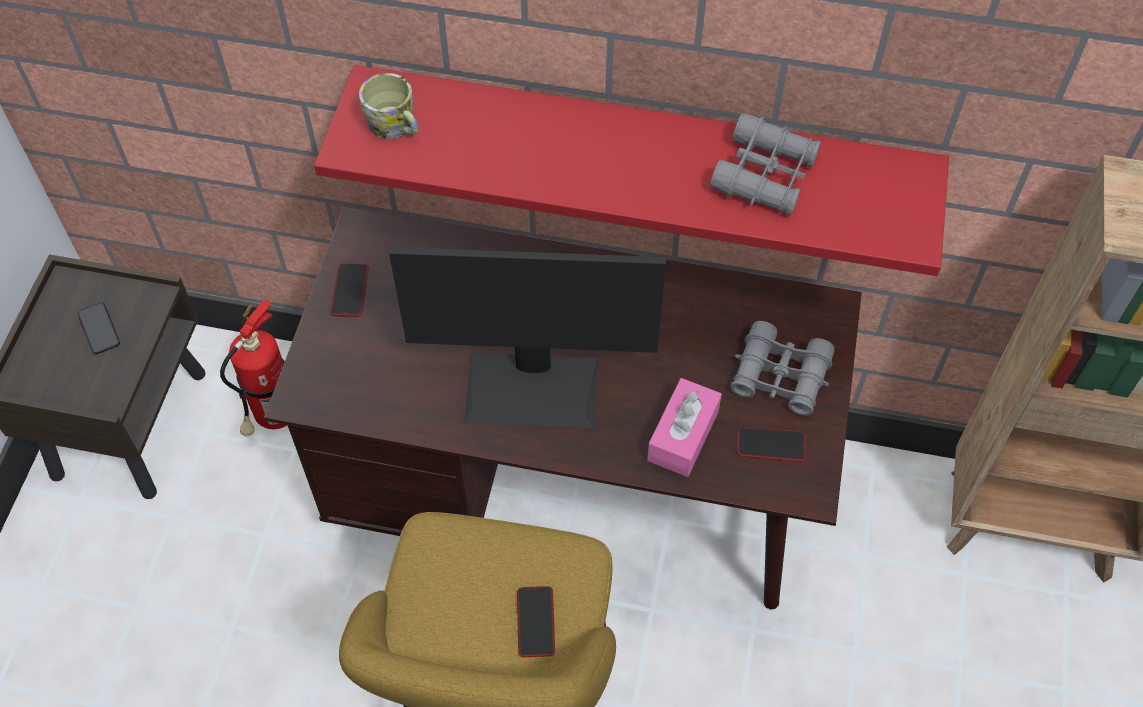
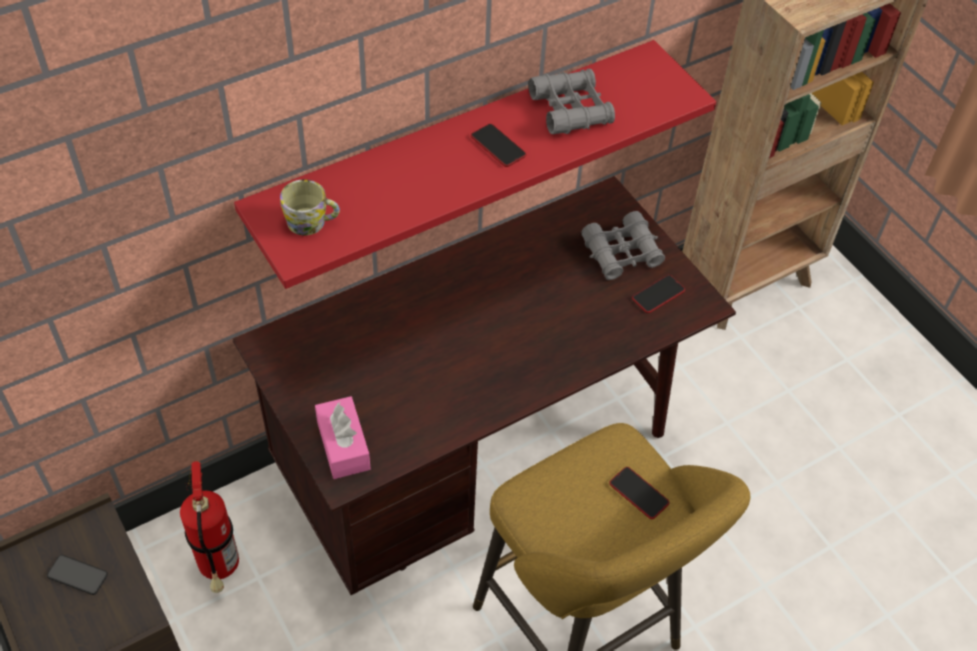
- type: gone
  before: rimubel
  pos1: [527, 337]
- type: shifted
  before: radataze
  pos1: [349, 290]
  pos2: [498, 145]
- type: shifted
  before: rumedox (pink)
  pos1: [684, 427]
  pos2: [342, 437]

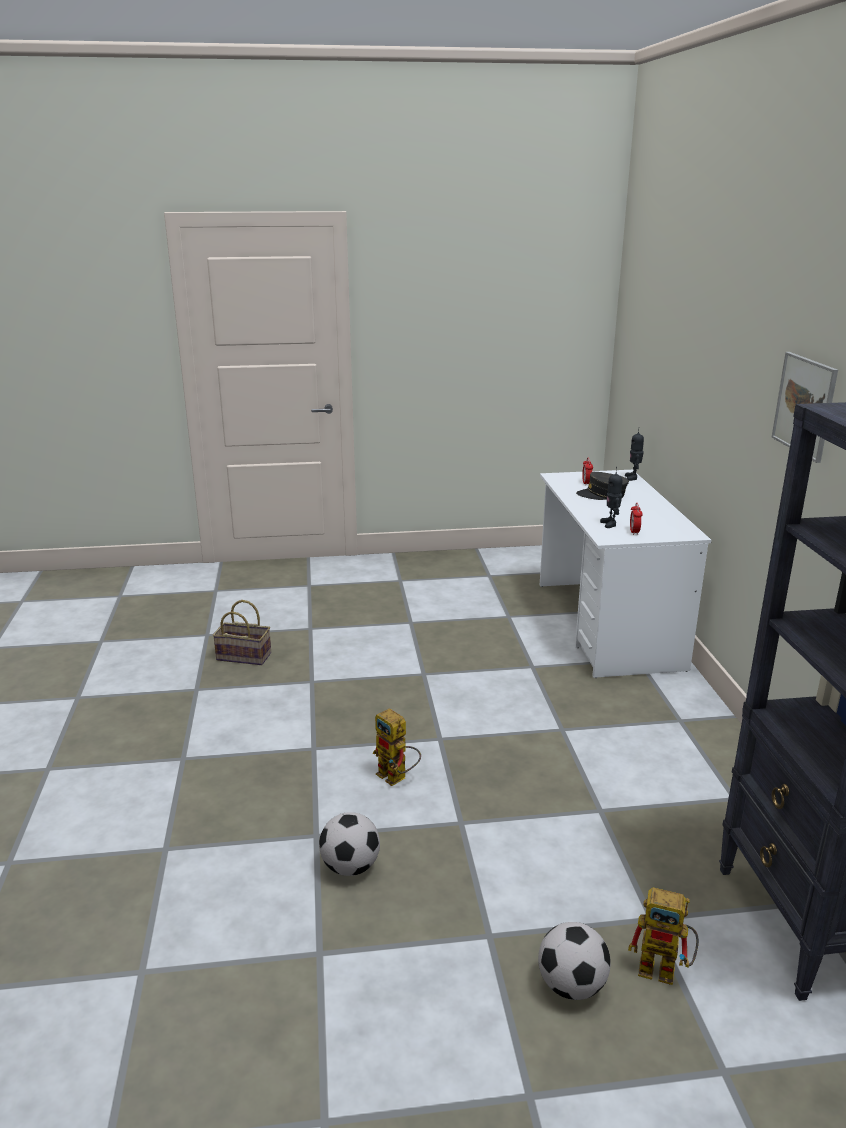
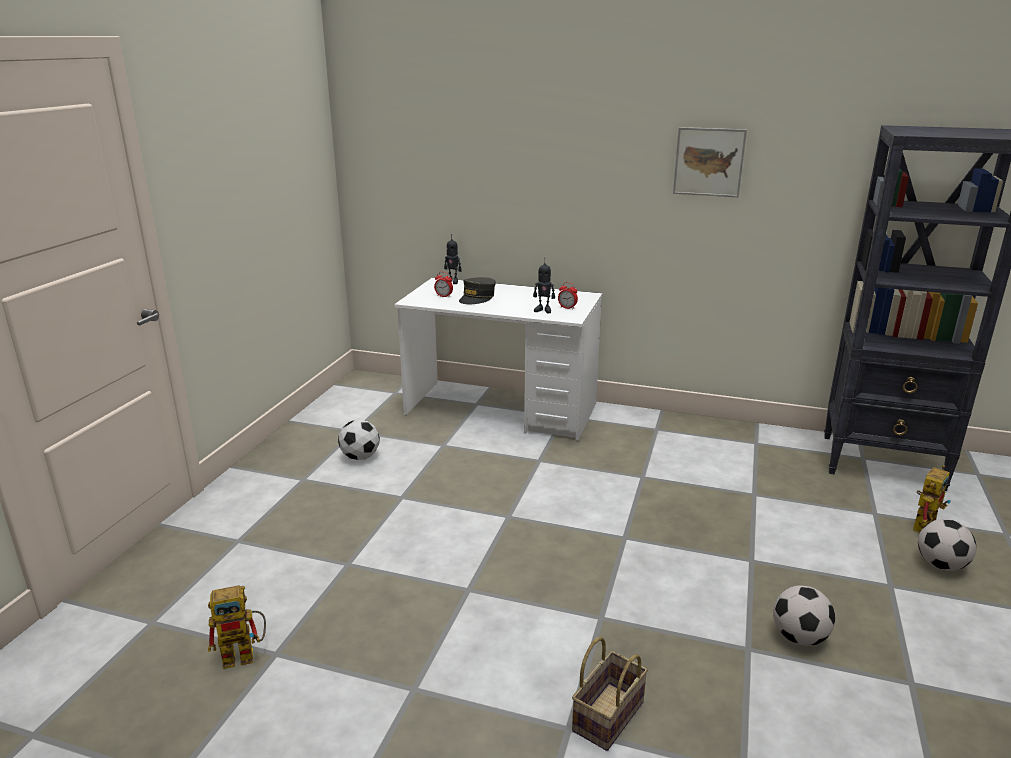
- type: new
  after: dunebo
  pos2: [359, 440]
- type: shifted
  before: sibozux
  pos1: [242, 632]
  pos2: [610, 694]
- type: shifted
  before: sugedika
  pos1: [397, 747]
  pos2: [237, 627]

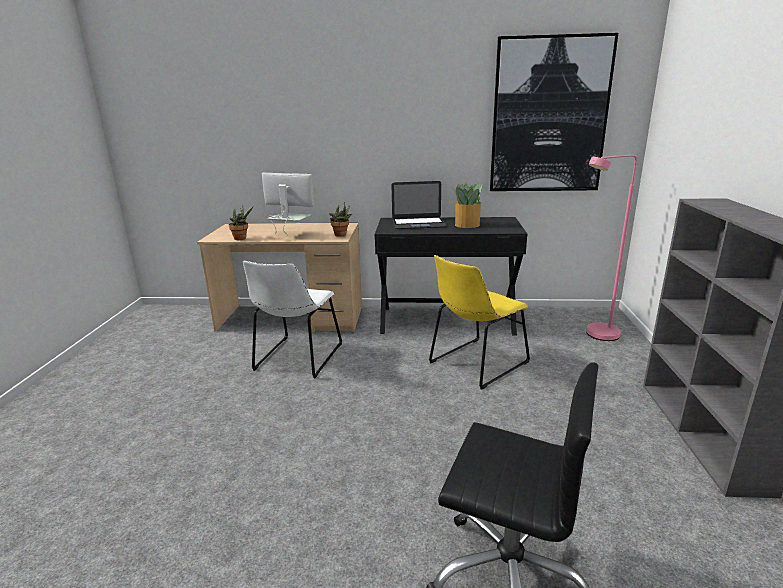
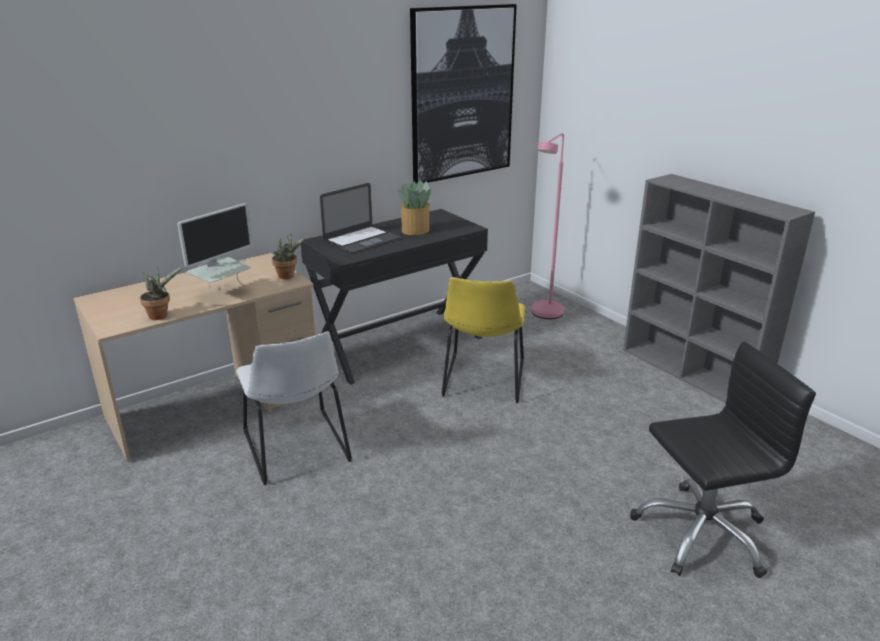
- type: rotated
  before: rimubel
  pos1: [288, 205]
  pos2: [214, 246]
  turn: 150

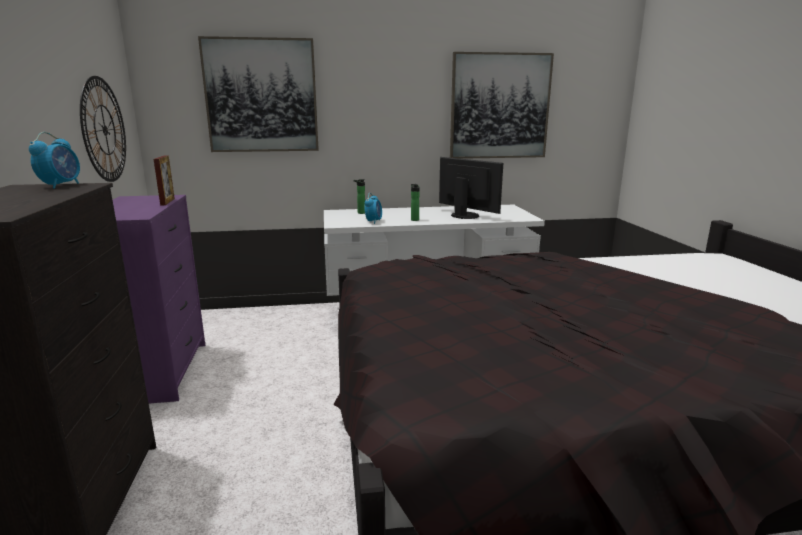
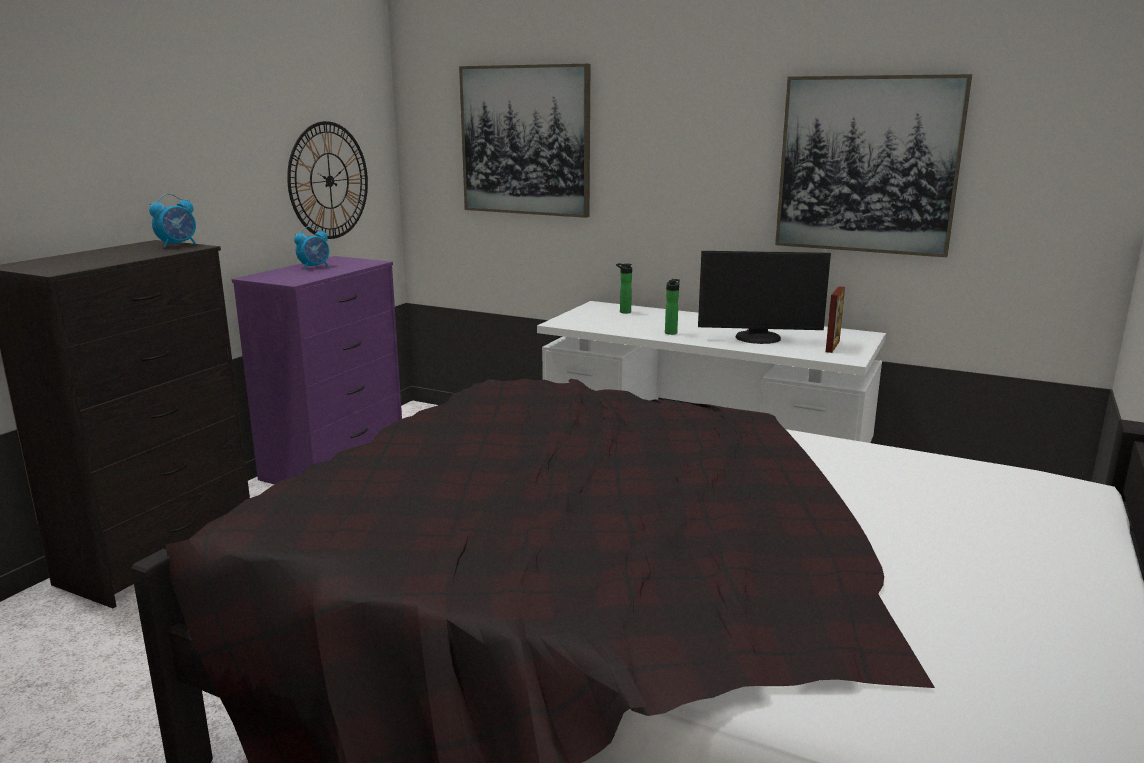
- type: shifted
  before: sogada
  pos1: [164, 180]
  pos2: [835, 319]
- type: shifted
  before: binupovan
  pos1: [373, 208]
  pos2: [311, 247]
- type: rotated
  before: rimubel
  pos1: [471, 188]
  pos2: [764, 297]
  turn: 105

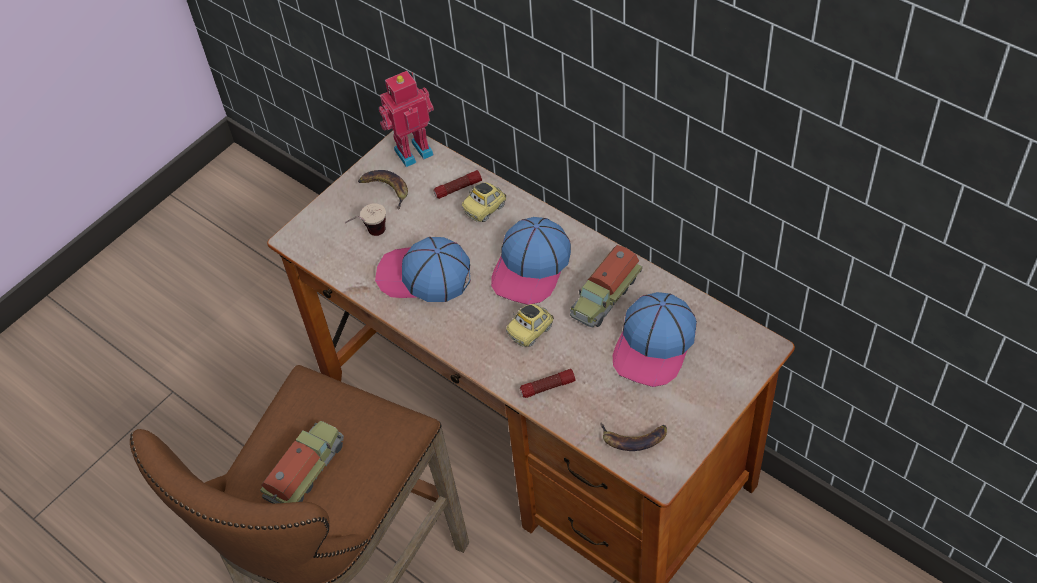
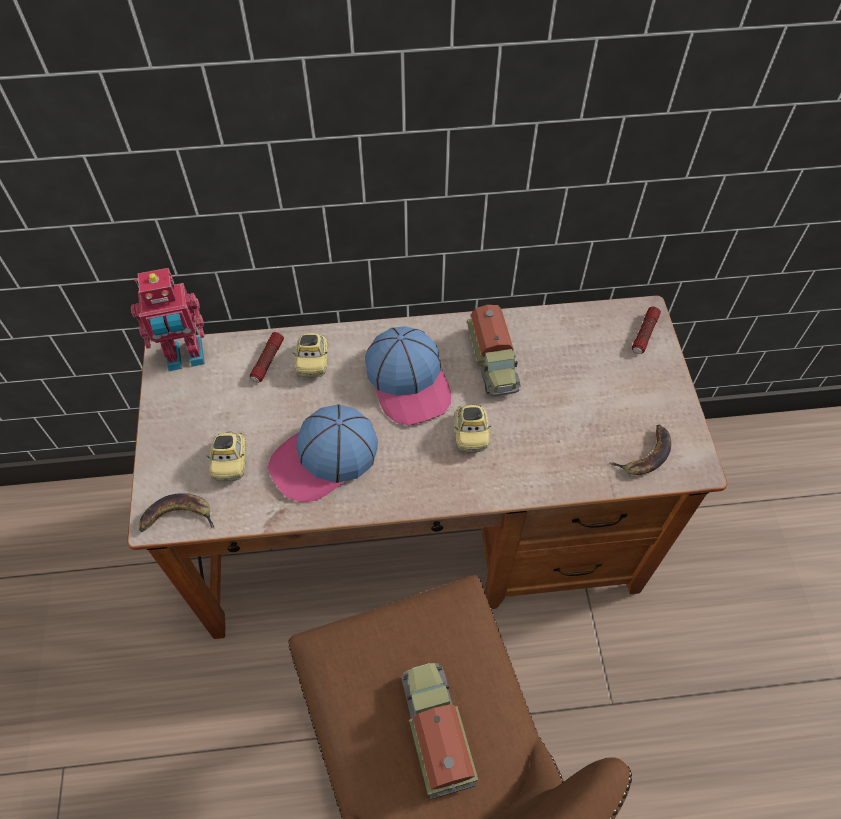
- type: gone
  before: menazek
  pos1: [655, 339]
- type: shifted
  before: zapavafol
  pos1: [383, 190]
  pos2: [176, 512]
- type: shifted
  before: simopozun
  pos1: [548, 383]
  pos2: [646, 330]
- type: swapped
  before: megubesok
  after: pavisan
  pos1: [365, 219]
  pos2: [226, 456]
- type: rotated
  before: sugedika
  pos1: [406, 119]
  pos2: [168, 319]
  turn: -120

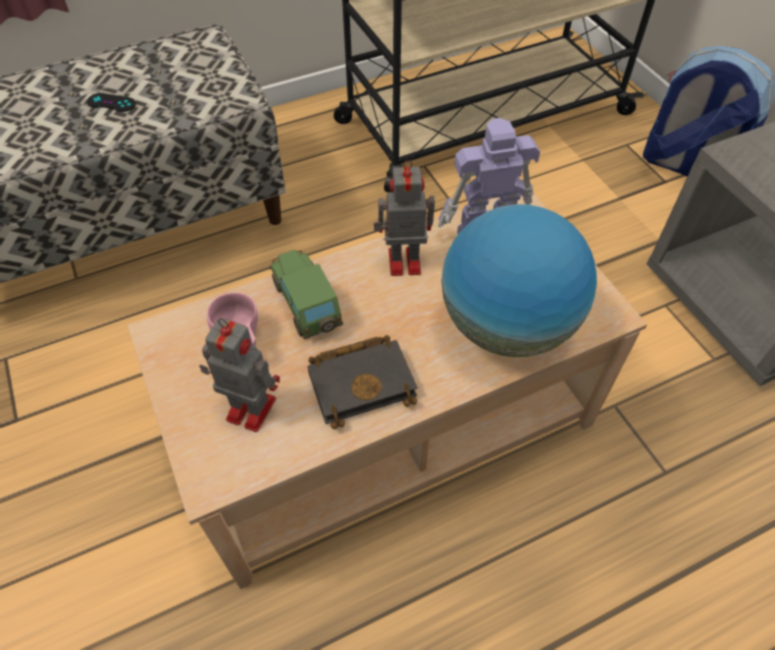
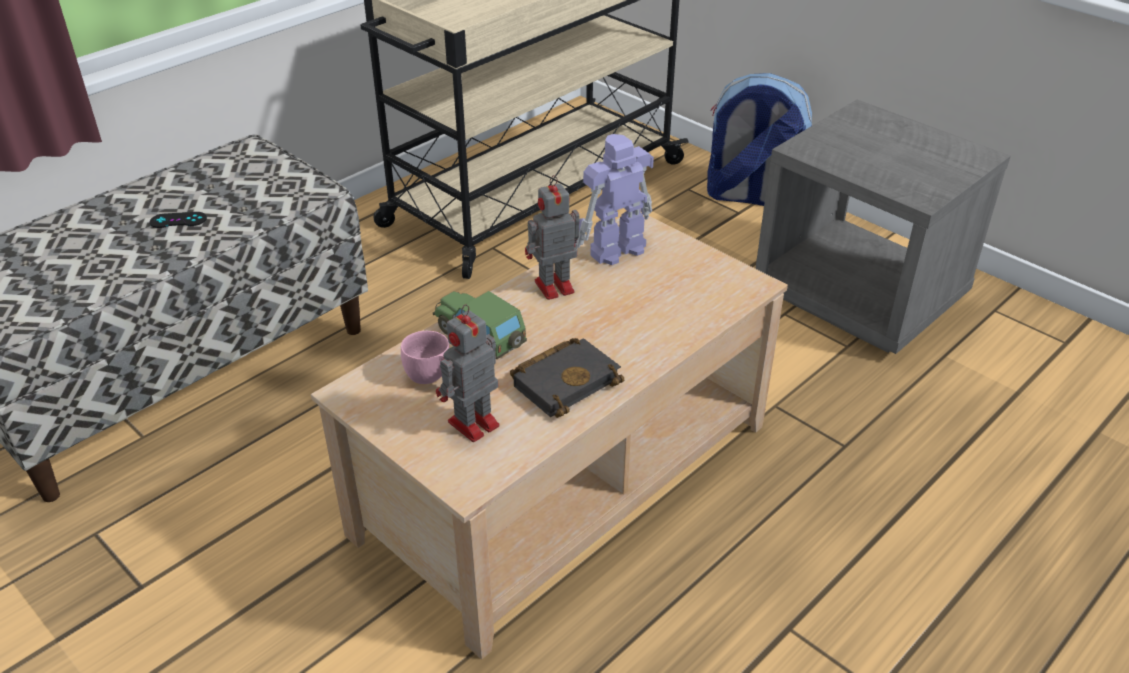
- type: gone
  before: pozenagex
  pos1: [519, 280]
- type: rotated
  before: sugedika
  pos1: [239, 375]
  pos2: [467, 373]
  turn: -45

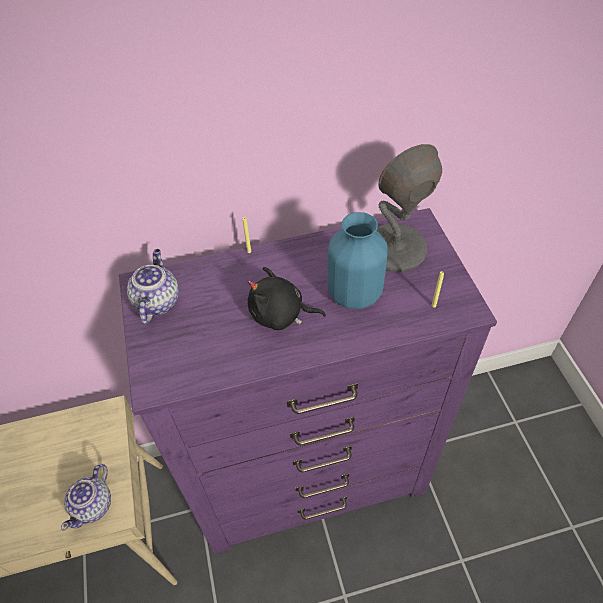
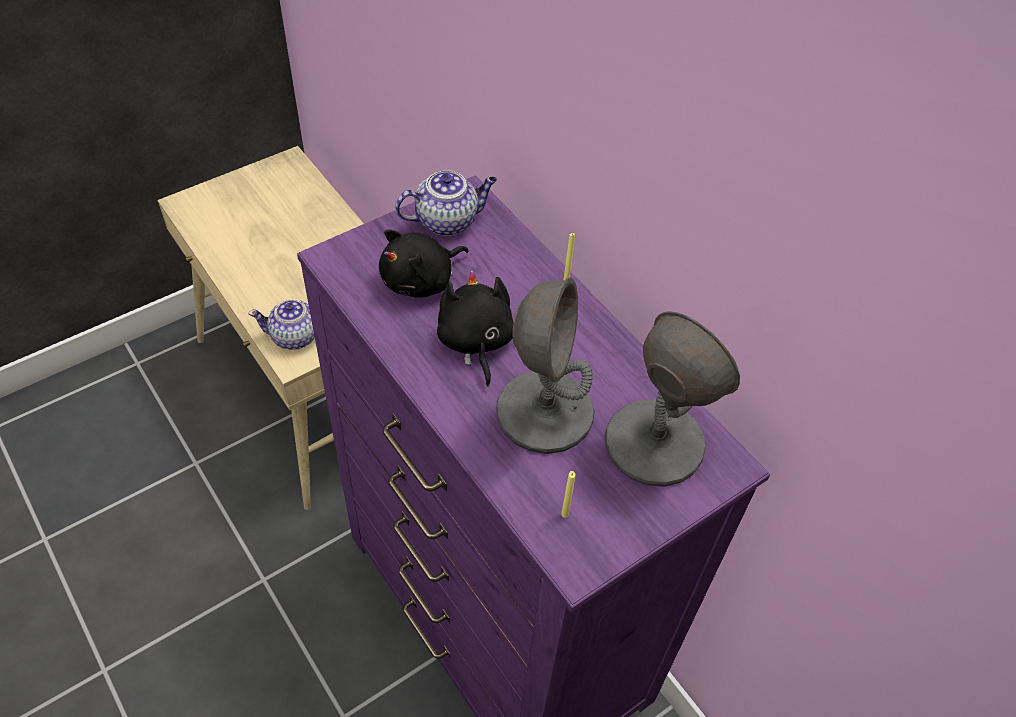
- type: new
  after: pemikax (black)
  pos2: [424, 264]
- type: swapped
  before: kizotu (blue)
  after: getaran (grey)
  pos1: [358, 260]
  pos2: [545, 365]

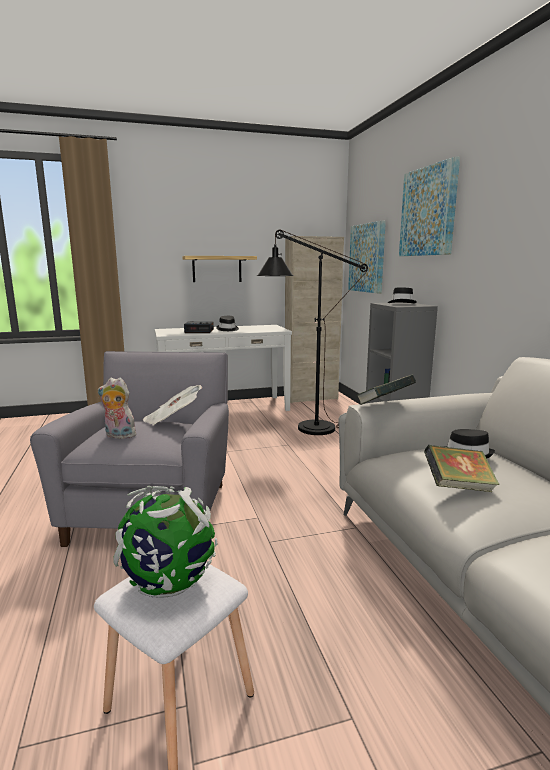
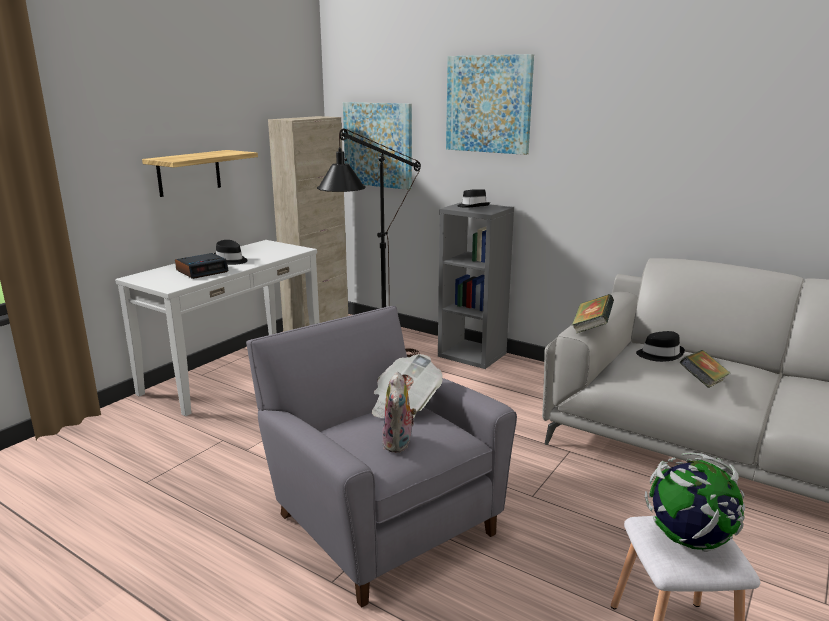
- type: rotated
  before: pemikax
  pos1: [118, 408]
  pos2: [399, 412]
  turn: -60

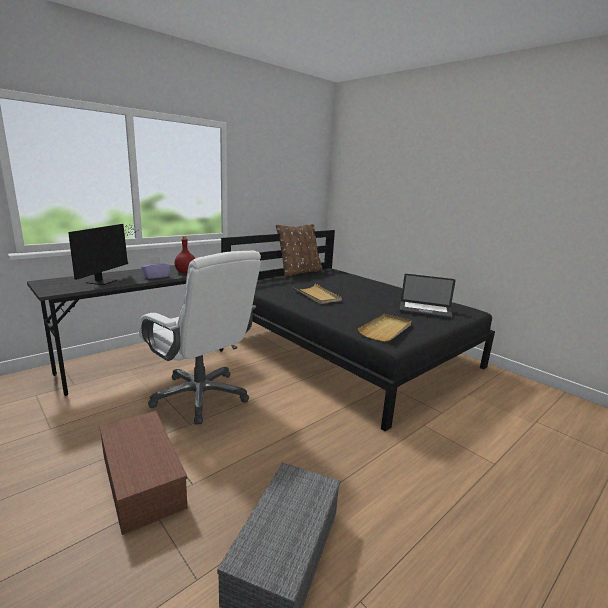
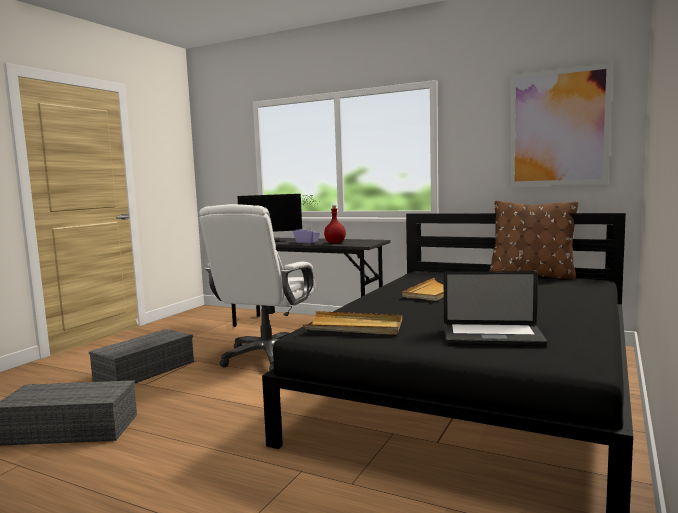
- type: new
  after: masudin
  pos2: [561, 124]
- type: repainted
  before: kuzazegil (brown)
  after: kuzazegil (grey)
  pos1: [143, 473]
  pos2: [141, 356]
- type: rotated
  before: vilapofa
  pos1: [427, 296]
  pos2: [495, 308]
  turn: -75

